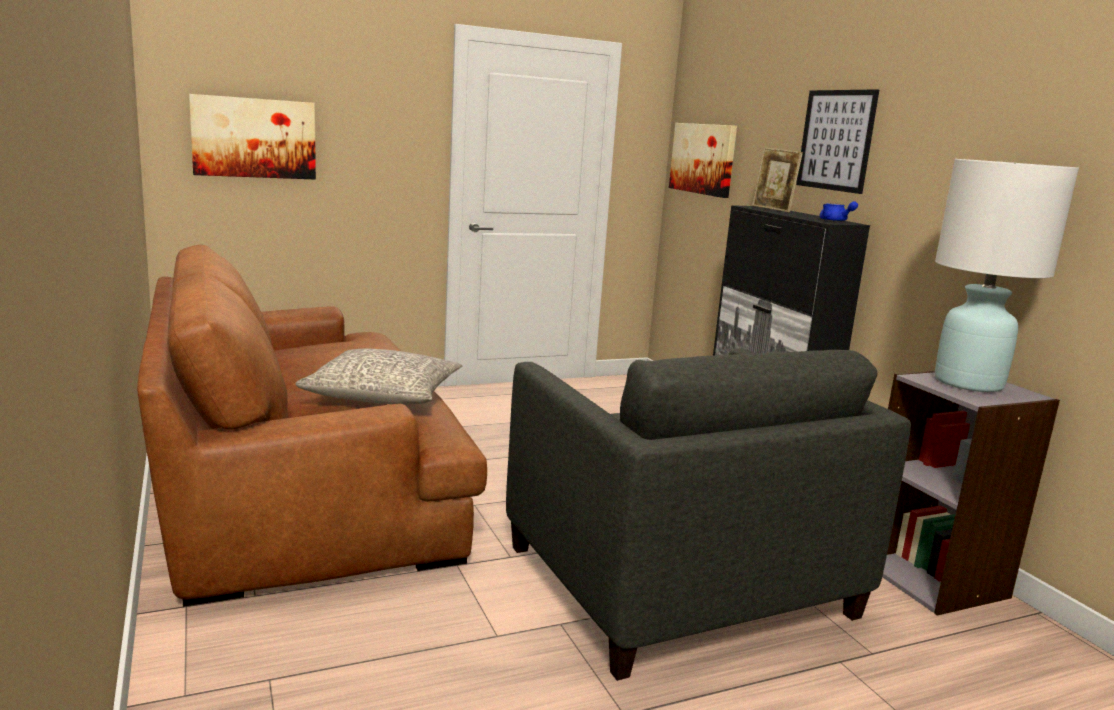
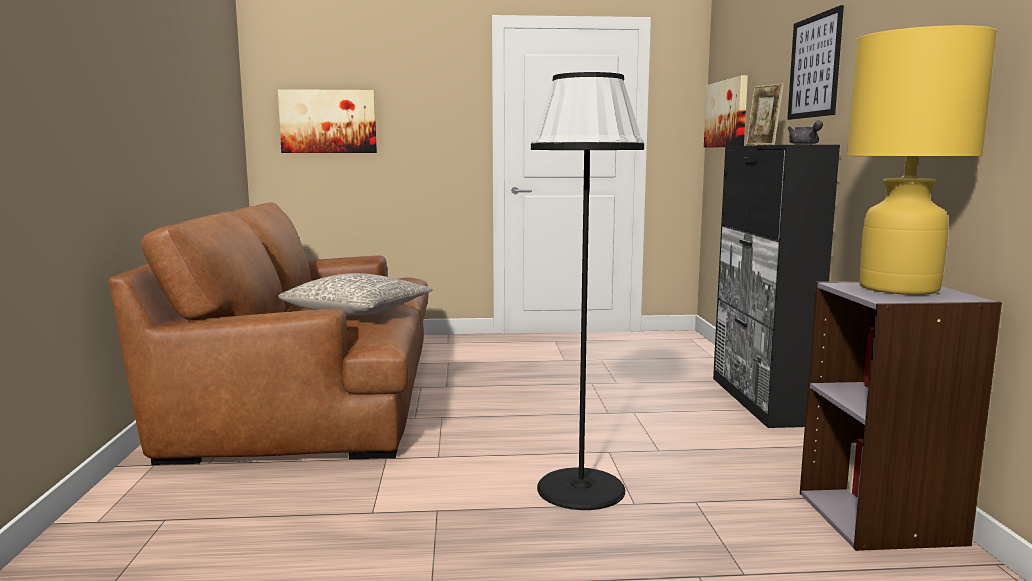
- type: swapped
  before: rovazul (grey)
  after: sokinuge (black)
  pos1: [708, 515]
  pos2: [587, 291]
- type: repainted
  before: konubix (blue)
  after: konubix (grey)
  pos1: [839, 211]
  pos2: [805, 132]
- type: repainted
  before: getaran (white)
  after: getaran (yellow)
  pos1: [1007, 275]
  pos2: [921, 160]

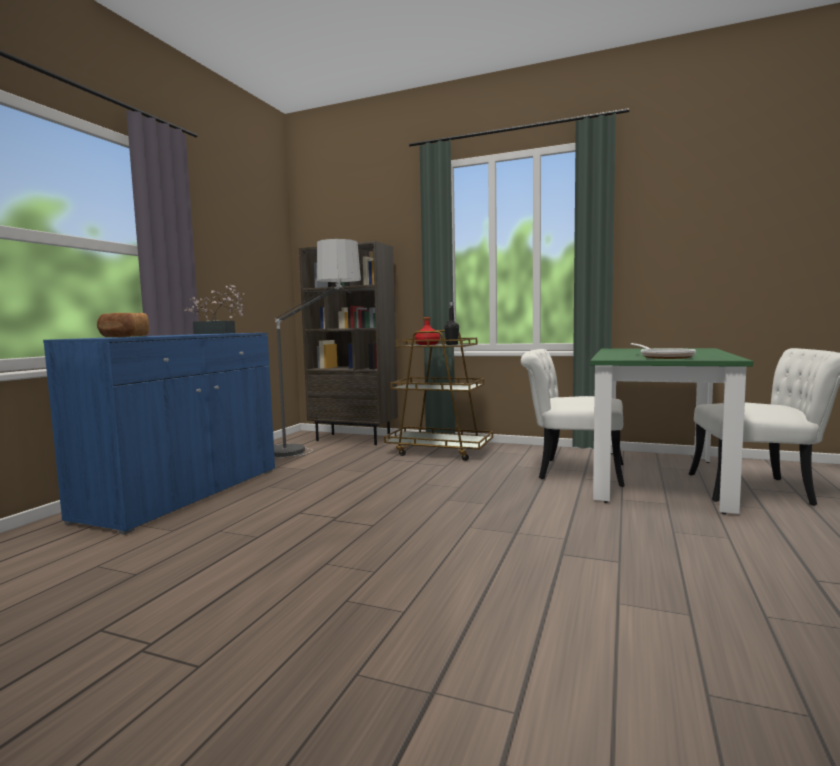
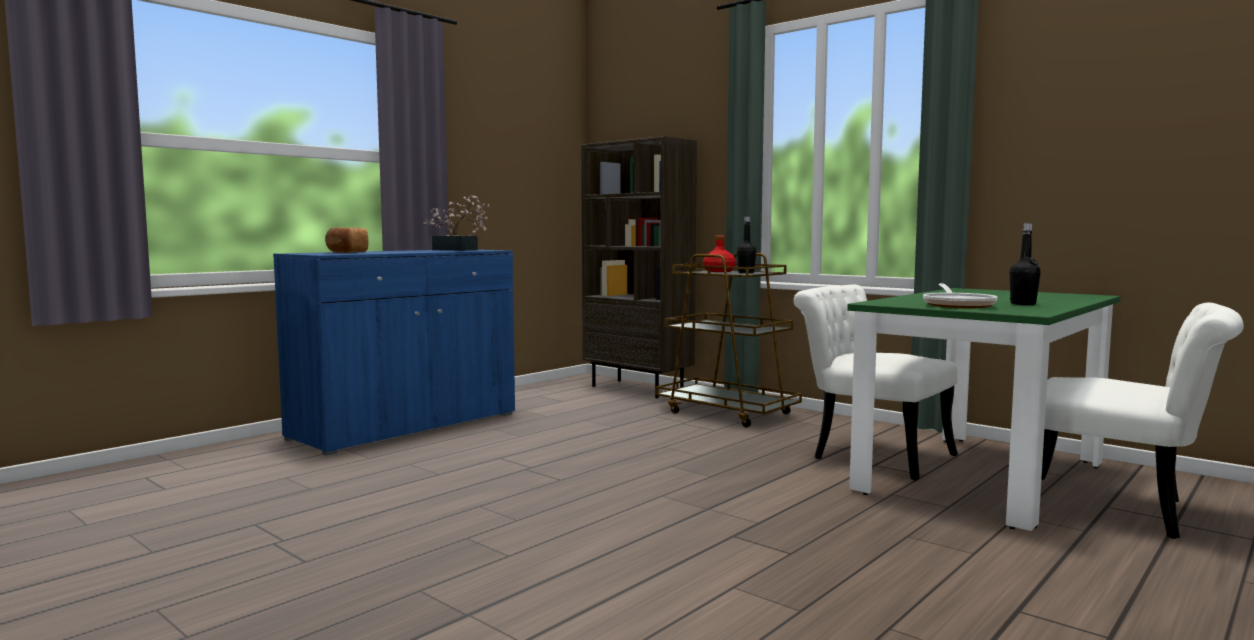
- type: gone
  before: sokinuge
  pos1: [317, 348]
- type: new
  after: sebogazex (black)
  pos2: [1025, 264]

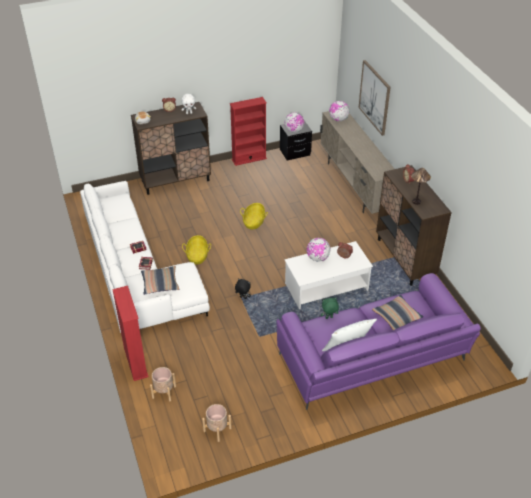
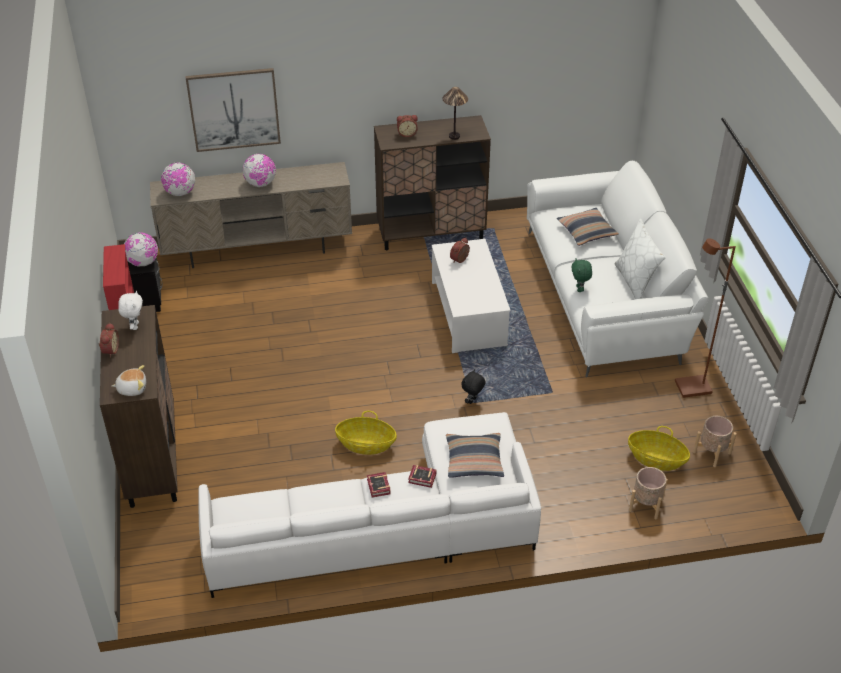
- type: gone
  before: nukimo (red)
  pos1: [130, 333]
- type: new
  after: sokinuge (brown)
  pos2: [705, 318]
- type: shifted
  before: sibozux
  pos1: [254, 216]
  pos2: [659, 448]
- type: shifted
  before: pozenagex
  pos1: [319, 250]
  pos2: [259, 170]
- type: repainted
  before: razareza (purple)
  after: razareza (white)
  pos1: [378, 341]
  pos2: [617, 269]

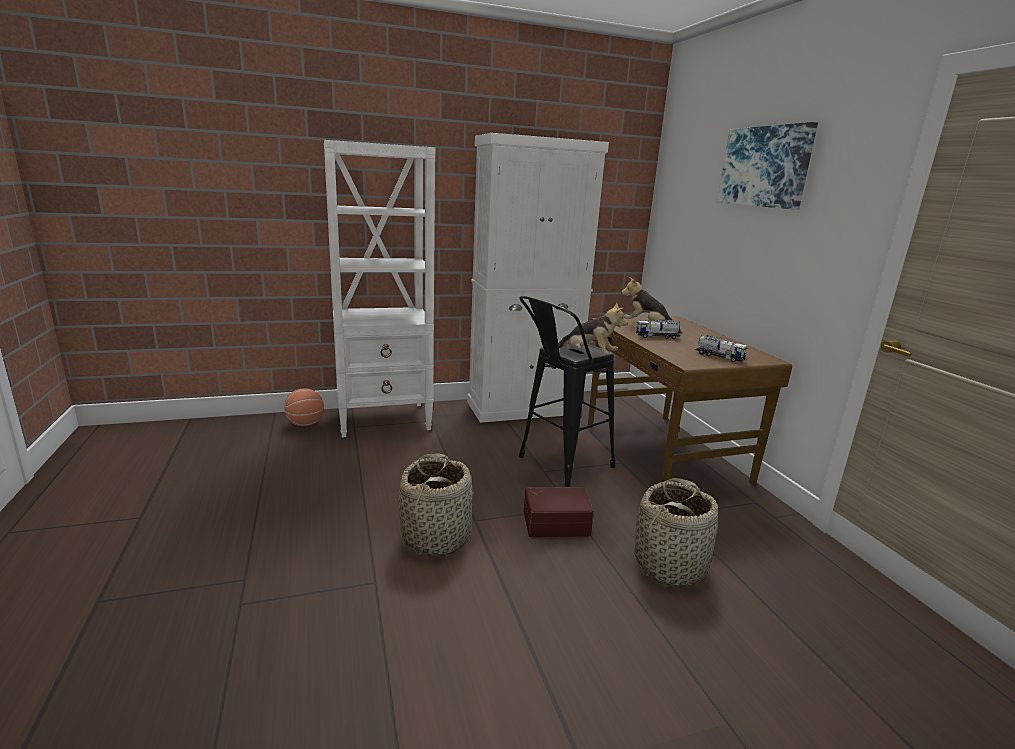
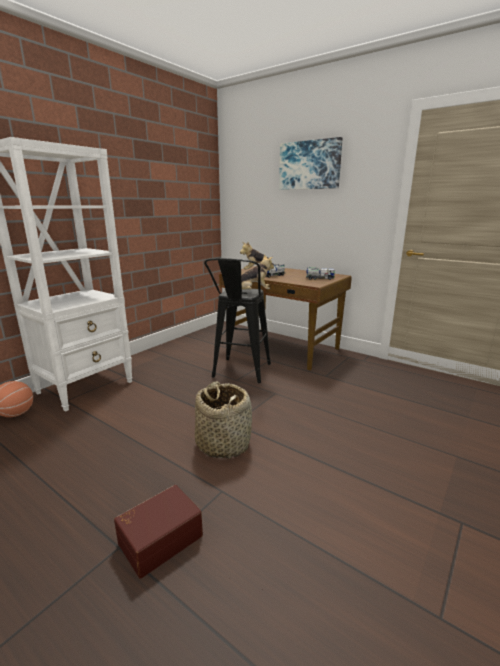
- type: gone
  before: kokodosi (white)
  pos1: [538, 278]
- type: gone
  before: sibozux
  pos1: [676, 532]
- type: shifted
  before: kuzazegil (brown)
  pos1: [559, 512]
  pos2: [158, 532]

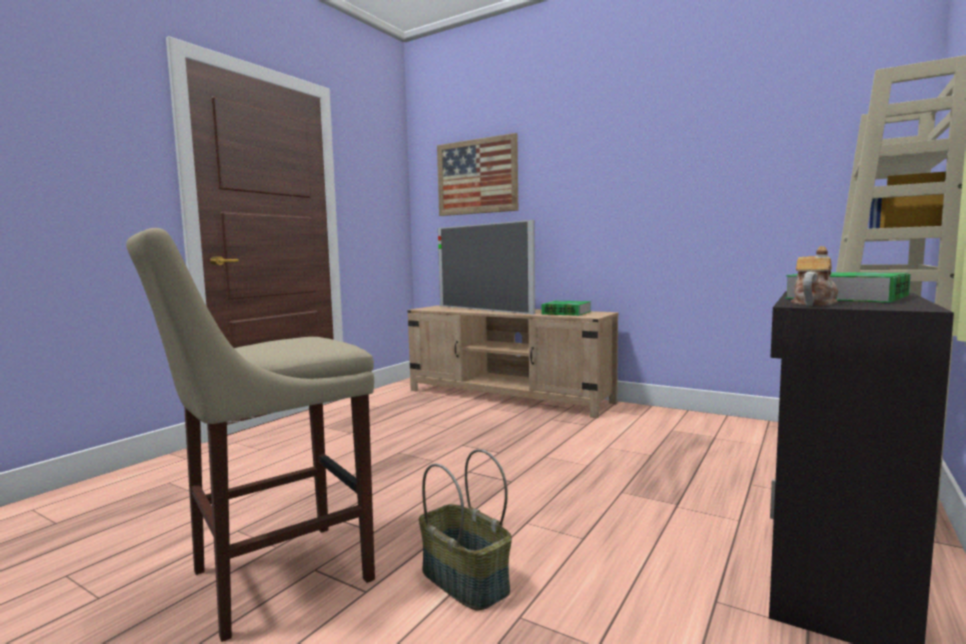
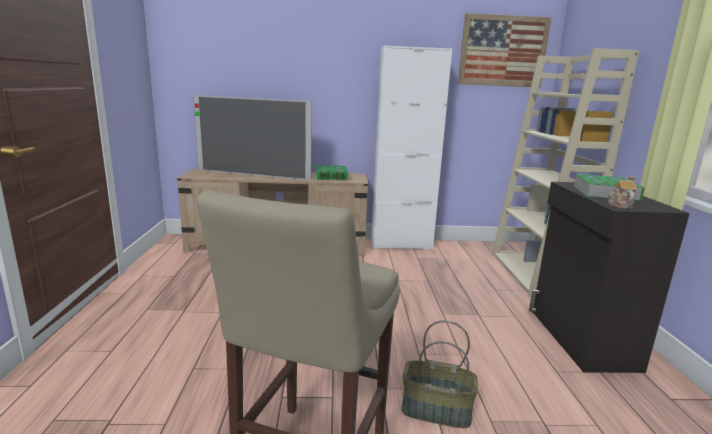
- type: new
  after: kokodosi (white)
  pos2: [411, 148]
- type: shifted
  before: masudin
  pos1: [477, 174]
  pos2: [504, 50]

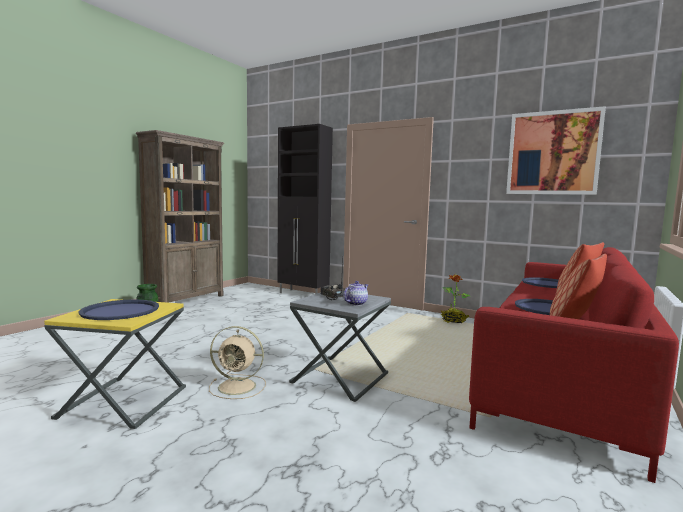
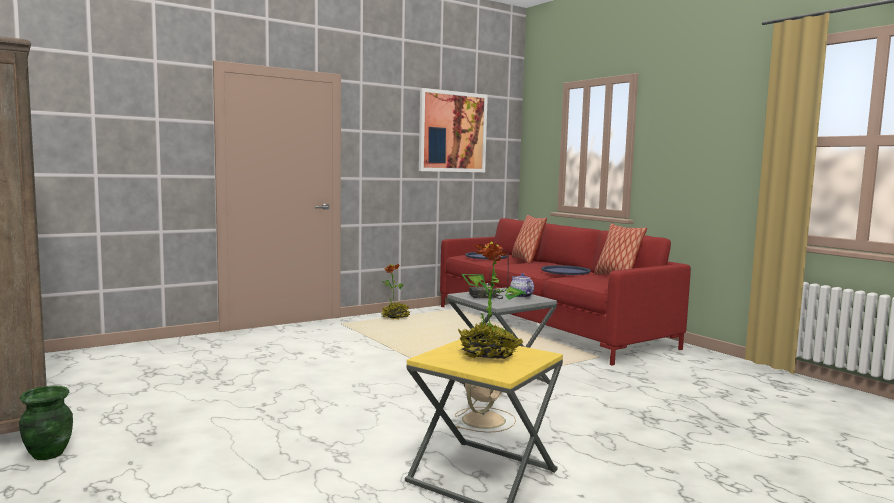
- type: gone
  before: kokodosi (black)
  pos1: [305, 209]
- type: swapped
  before: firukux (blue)
  after: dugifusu
  pos1: [119, 309]
  pos2: [492, 300]

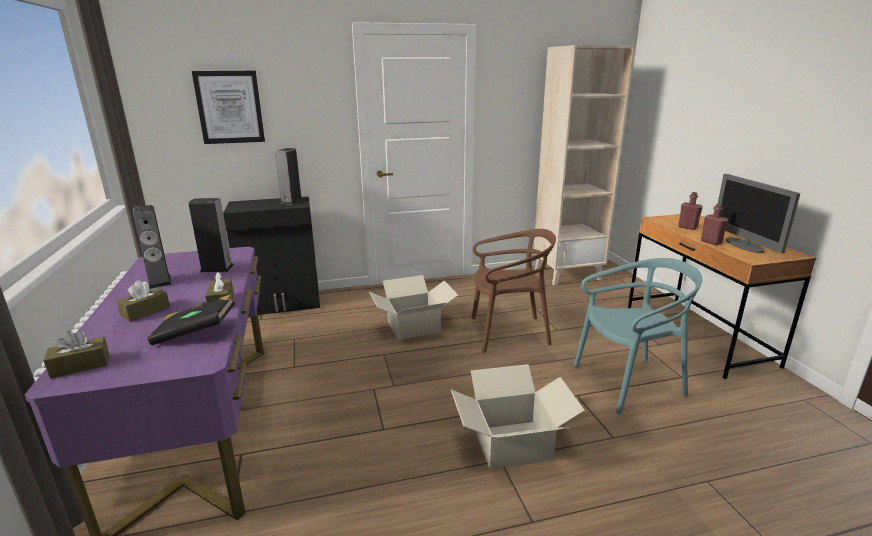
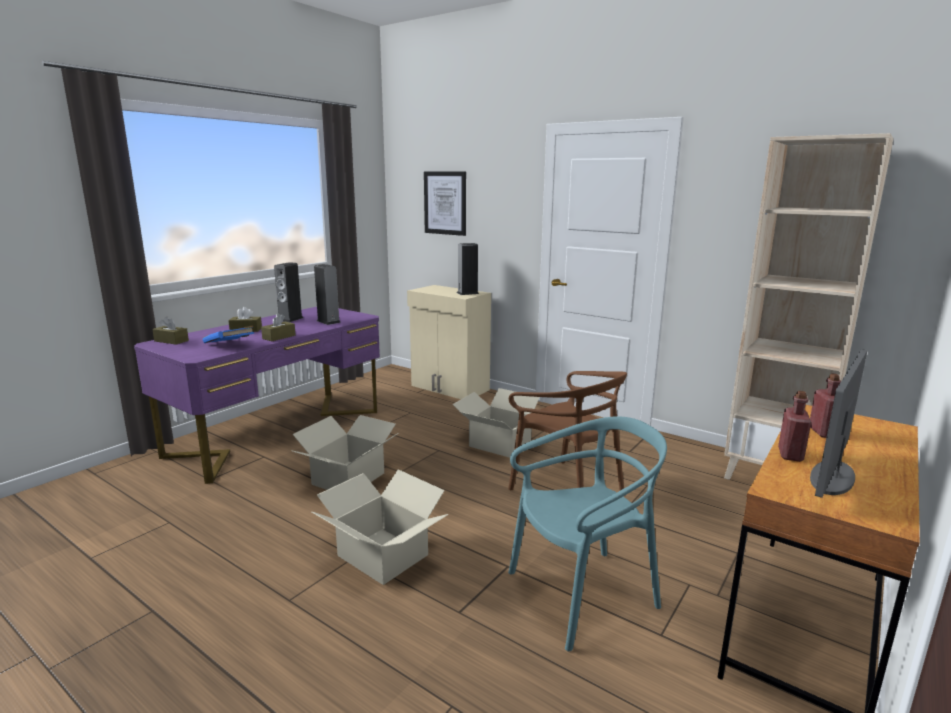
- type: new
  after: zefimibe
  pos2: [345, 452]
- type: repainted
  before: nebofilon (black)
  after: nebofilon (blue)
  pos1: [191, 319]
  pos2: [228, 334]
- type: repainted
  before: kokodosi (black)
  after: kokodosi (beige)
  pos1: [271, 255]
  pos2: [449, 342]
- type: rotated
  before: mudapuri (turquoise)
  pos1: [638, 336]
  pos2: [587, 533]
  turn: -60

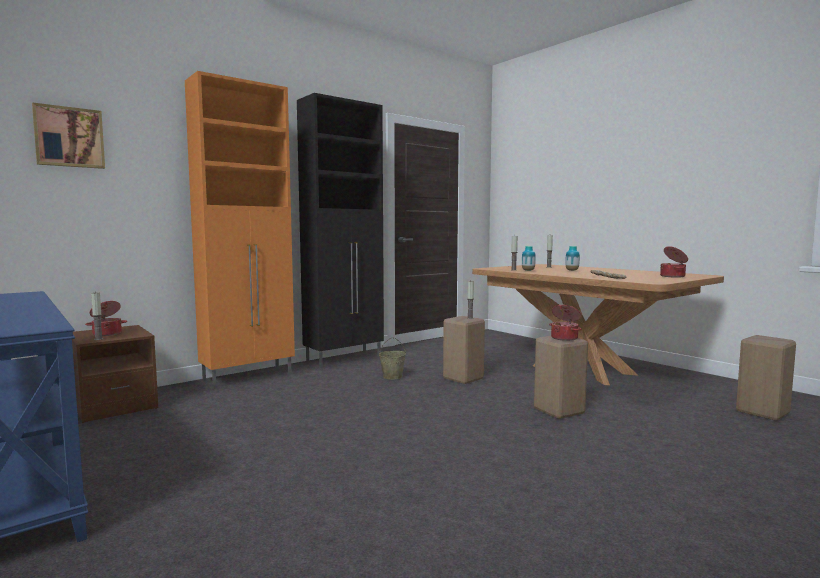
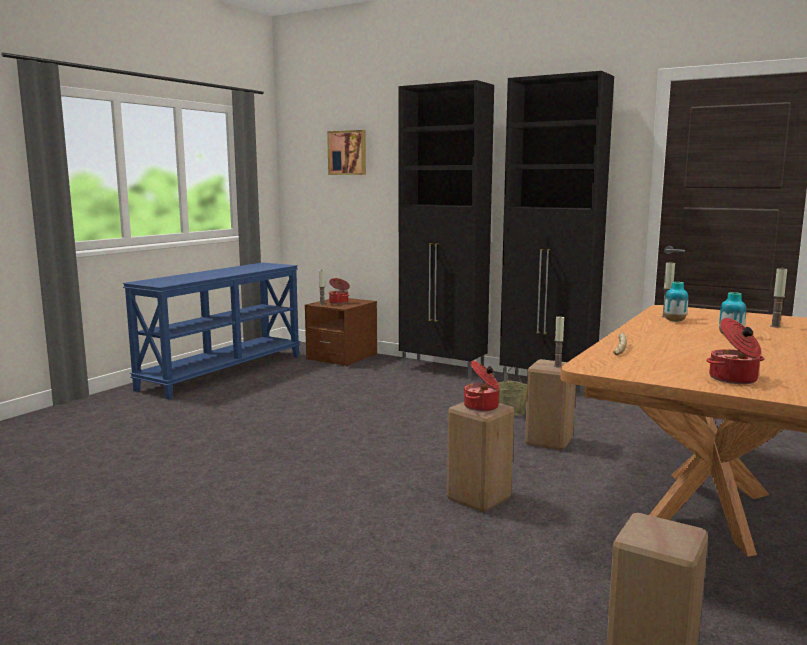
- type: repainted
  before: kokodosi (orange)
  after: kokodosi (black)
  pos1: [240, 230]
  pos2: [446, 229]

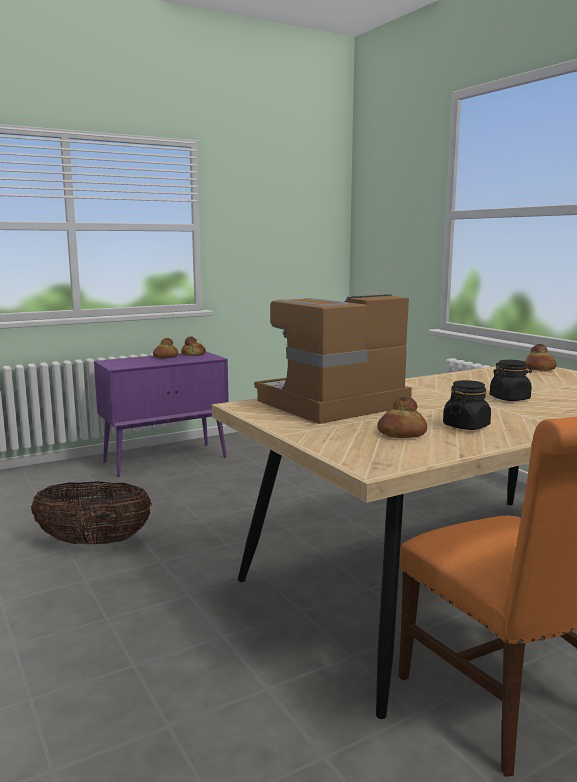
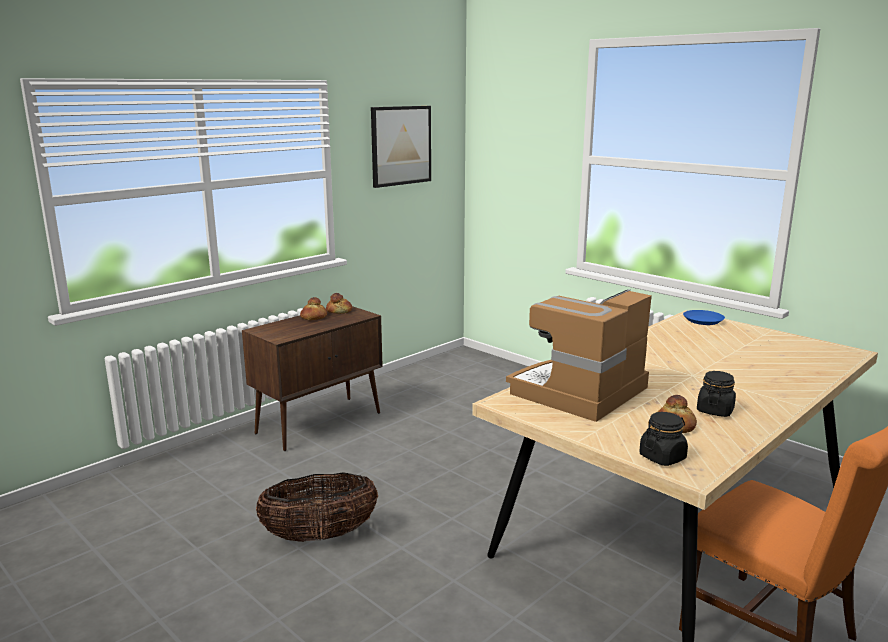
- type: new
  after: masudin
  pos2: [401, 147]
- type: shifted
  before: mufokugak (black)
  pos1: [511, 380]
  pos2: [663, 439]
- type: swapped
  before: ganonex
  after: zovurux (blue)
  pos1: [541, 357]
  pos2: [704, 317]
- type: repainted
  before: kokodosi (purple)
  after: kokodosi (brown)
  pos1: [161, 414]
  pos2: [312, 378]

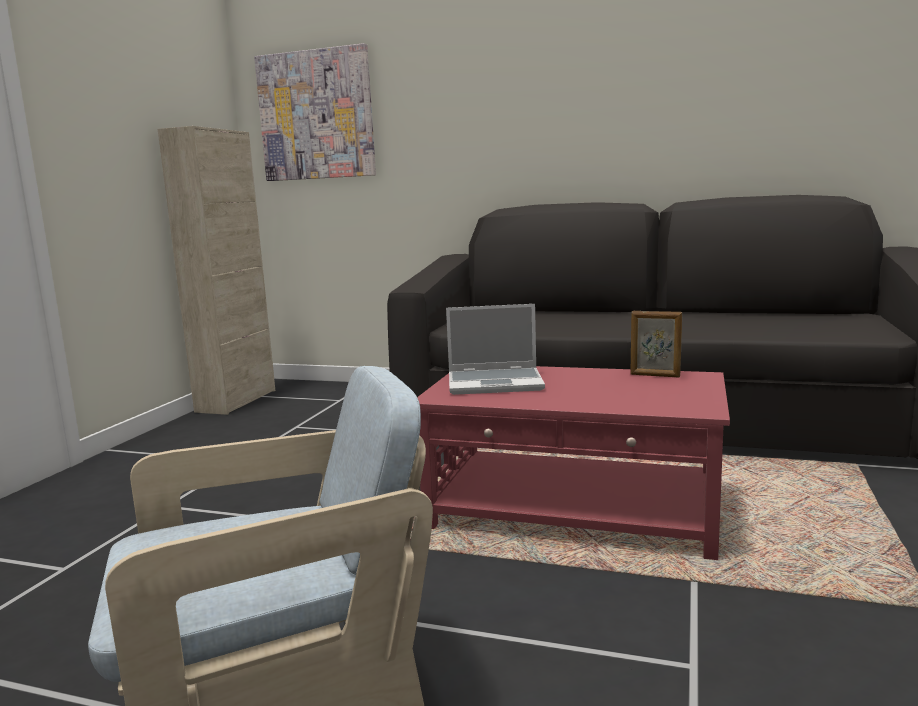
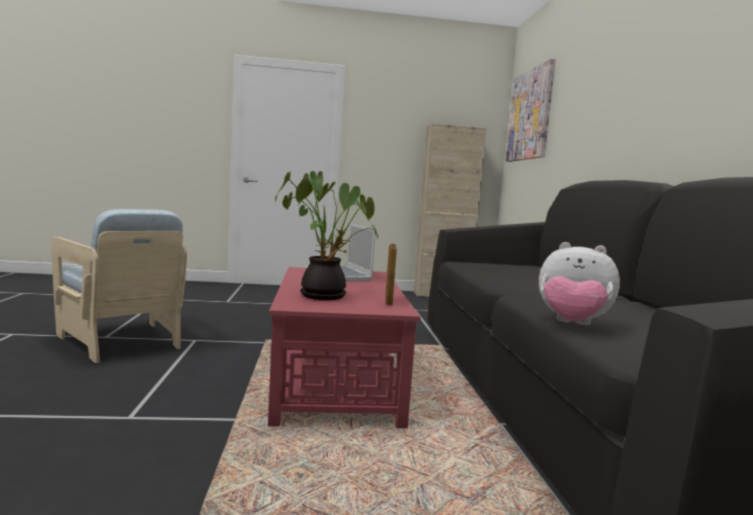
- type: new
  after: dugifusu
  pos2: [326, 235]
- type: new
  after: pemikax
  pos2: [579, 283]

